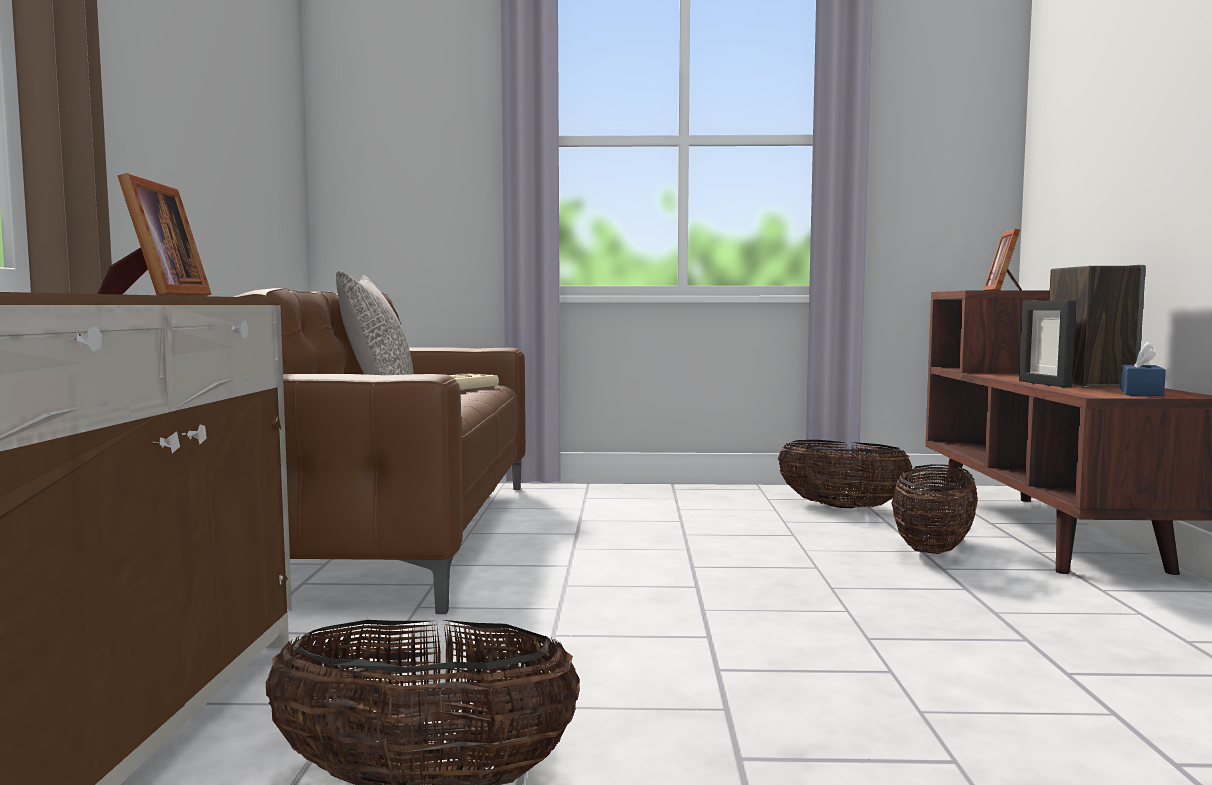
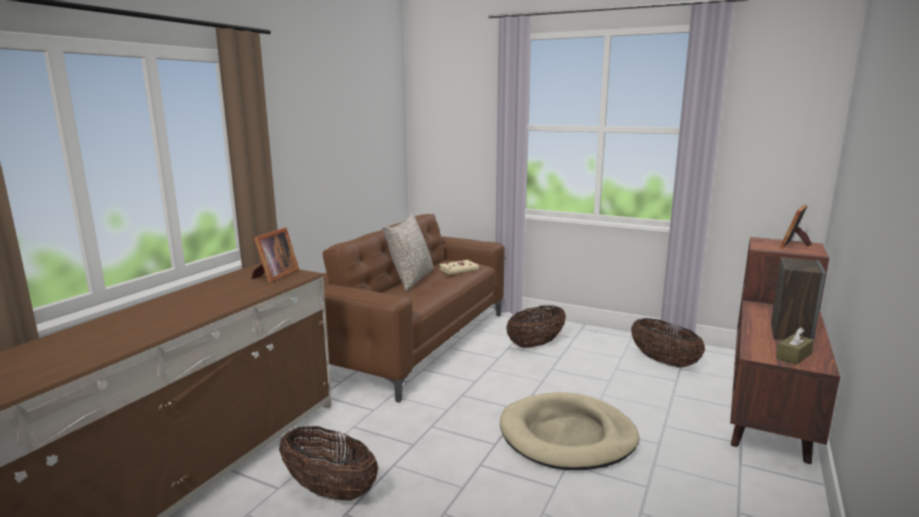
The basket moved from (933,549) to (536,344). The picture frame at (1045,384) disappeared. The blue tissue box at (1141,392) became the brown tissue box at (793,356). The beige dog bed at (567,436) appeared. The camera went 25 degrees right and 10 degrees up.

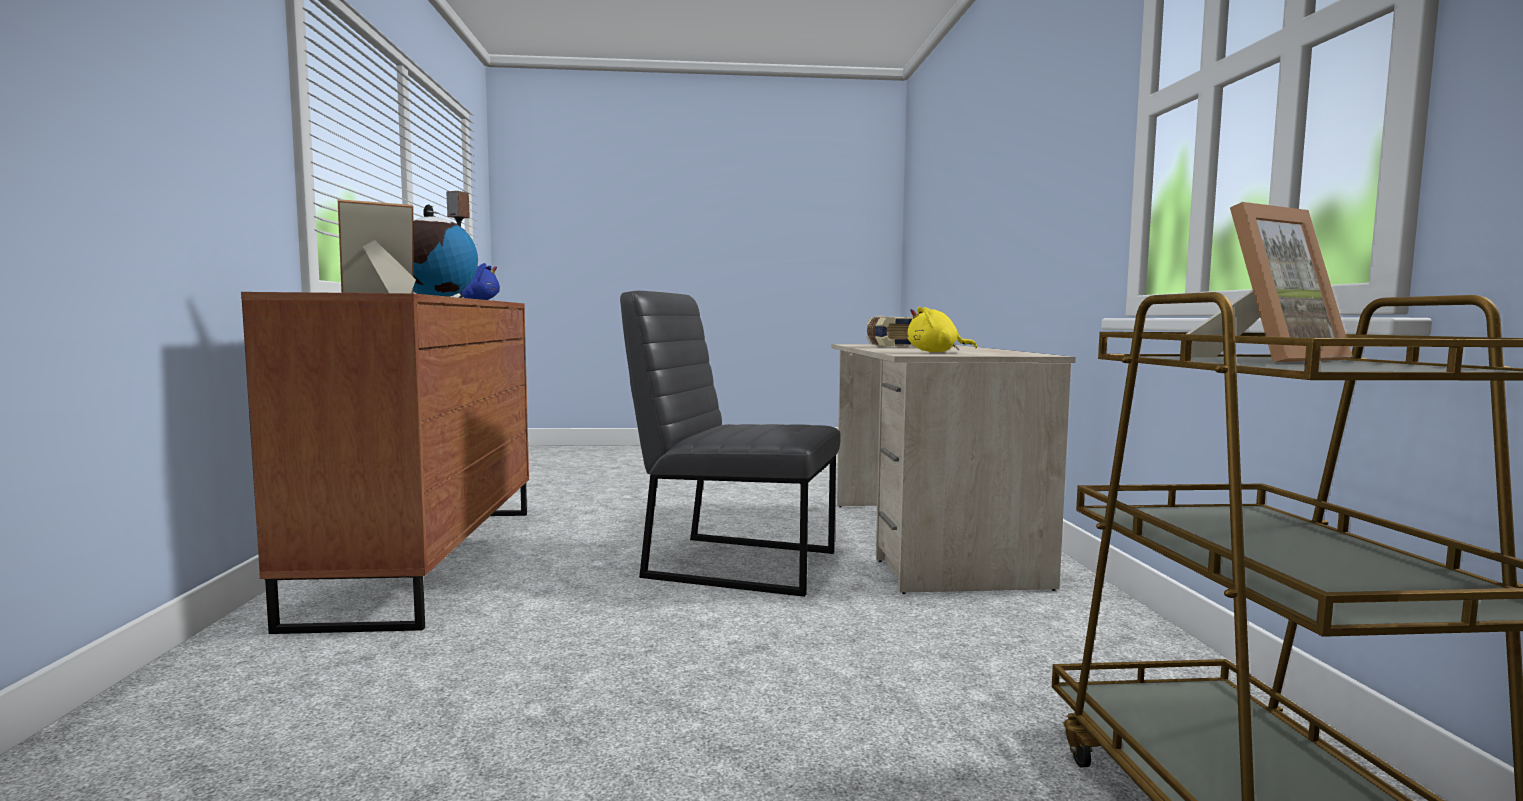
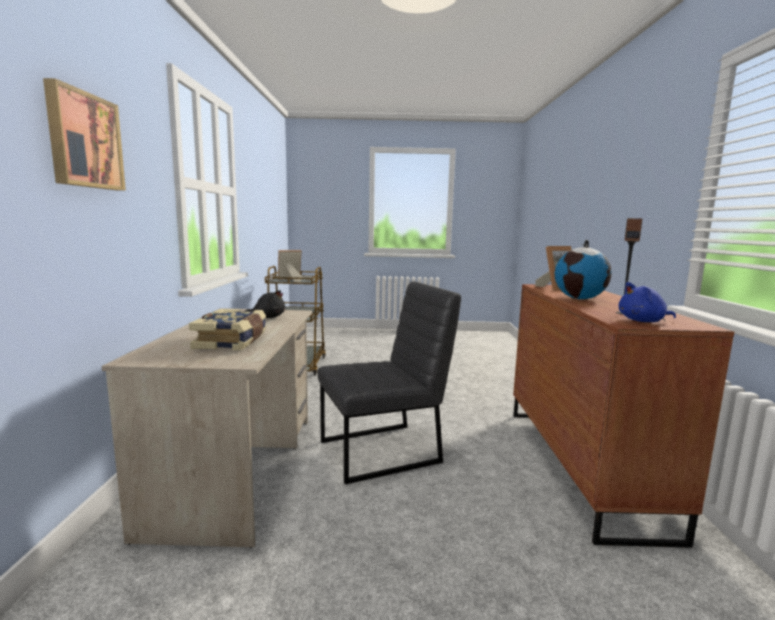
The grey chair at (736,563) turned 45 degrees counterclockwise. The yellow plush toy at (936,352) became the black plush toy at (268,317). The picture at (83,140) appeared. The camera went 175 degrees left and 5 degrees up.

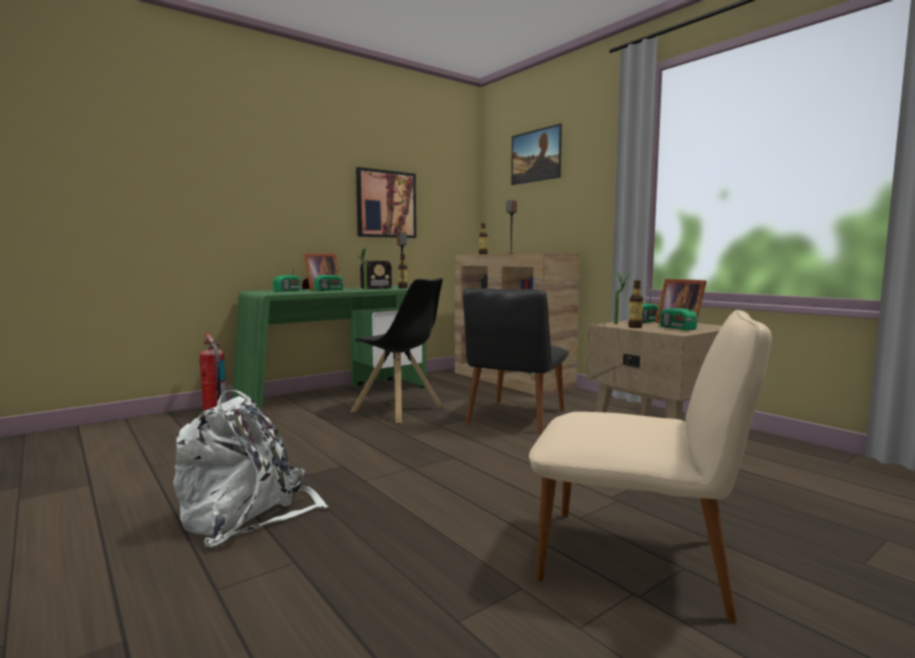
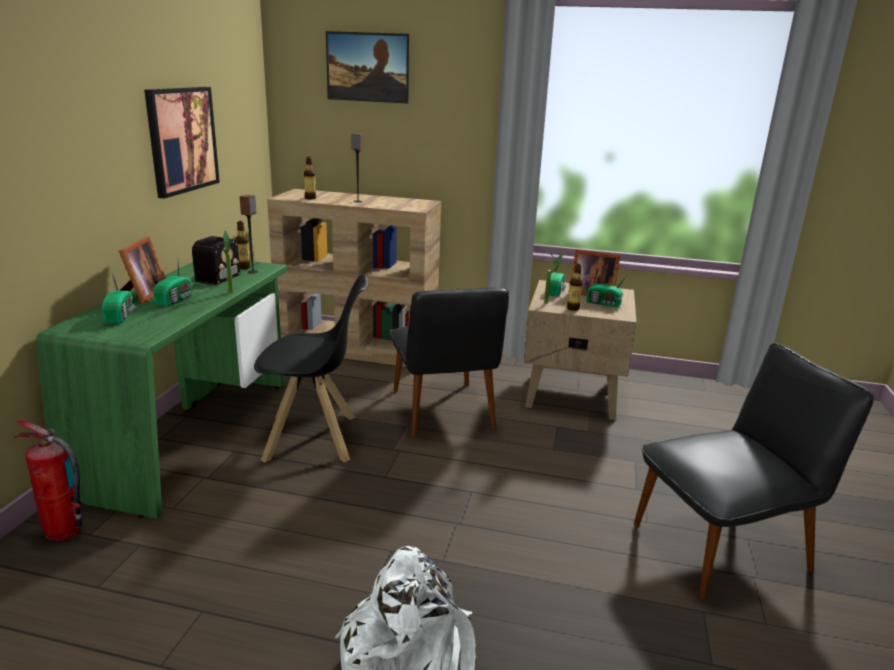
The beige chair at (634,559) became the black chair at (720,546). The camera went 40 degrees left and 15 degrees up.

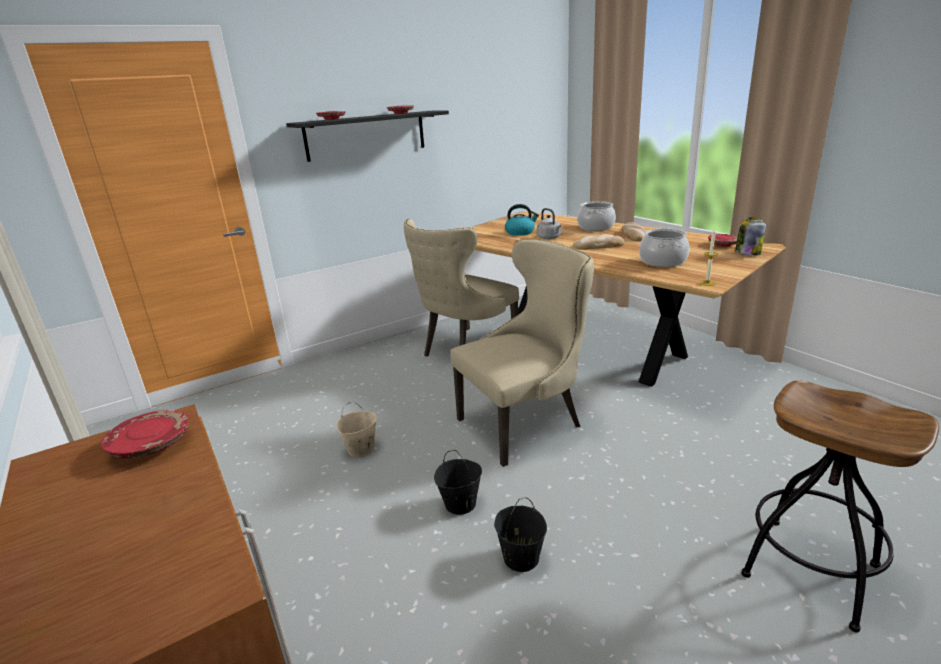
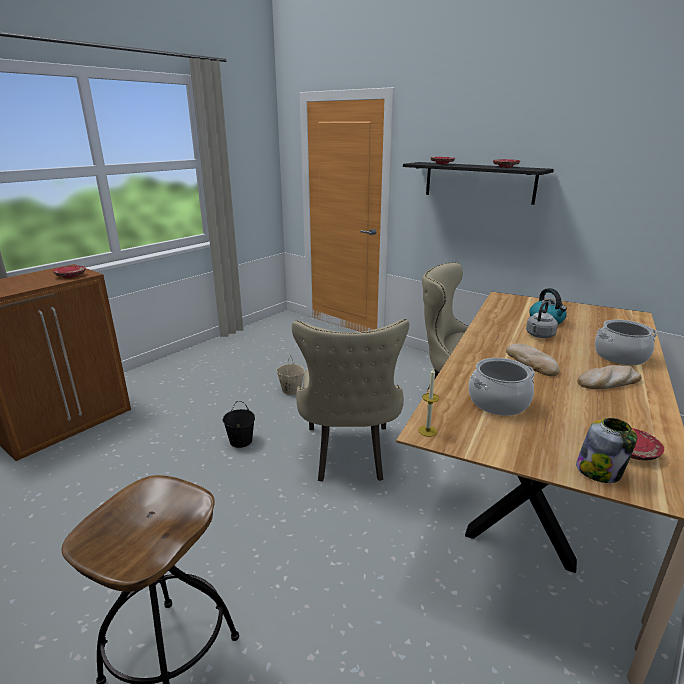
The beige chair at (525,424) turned 45 degrees clockwise. The black bucket at (520,557) disappeared. The camera went 70 degrees right and 0 degrees up.

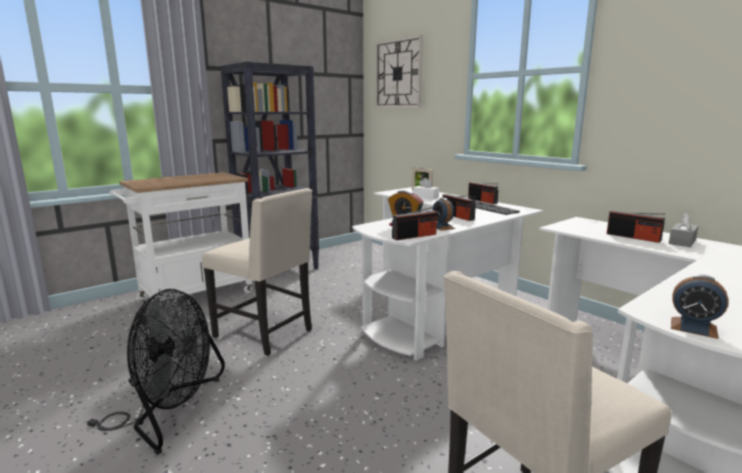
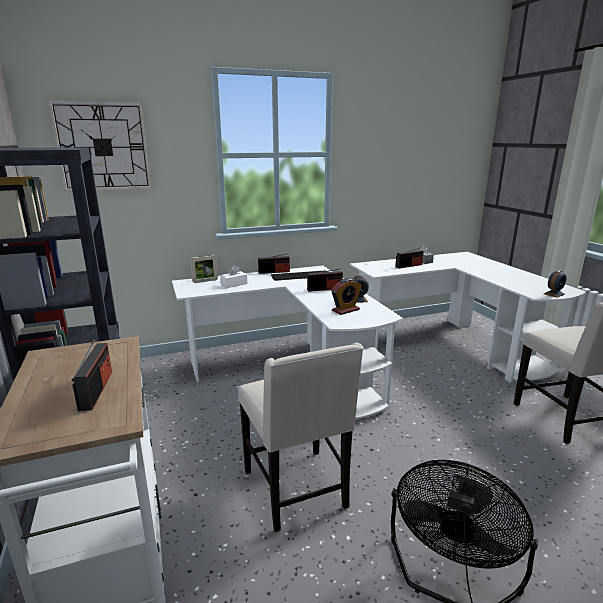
The beige chair at (266,333) turned 105 degrees clockwise. The radio moved from (414,236) to (96,390). The camera went 70 degrees left and 5 degrees up.

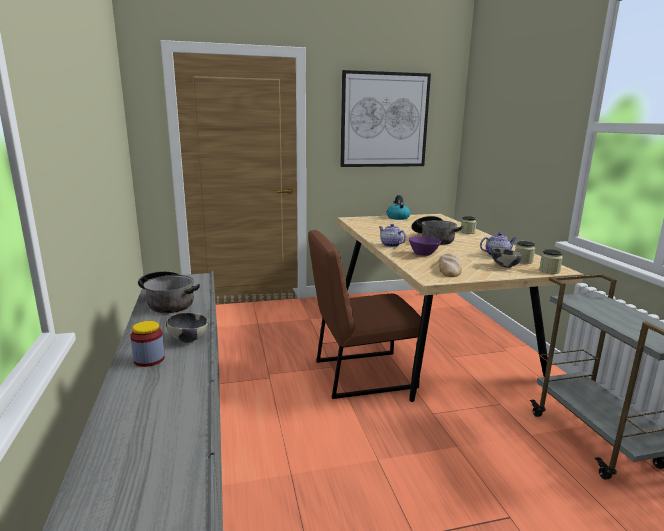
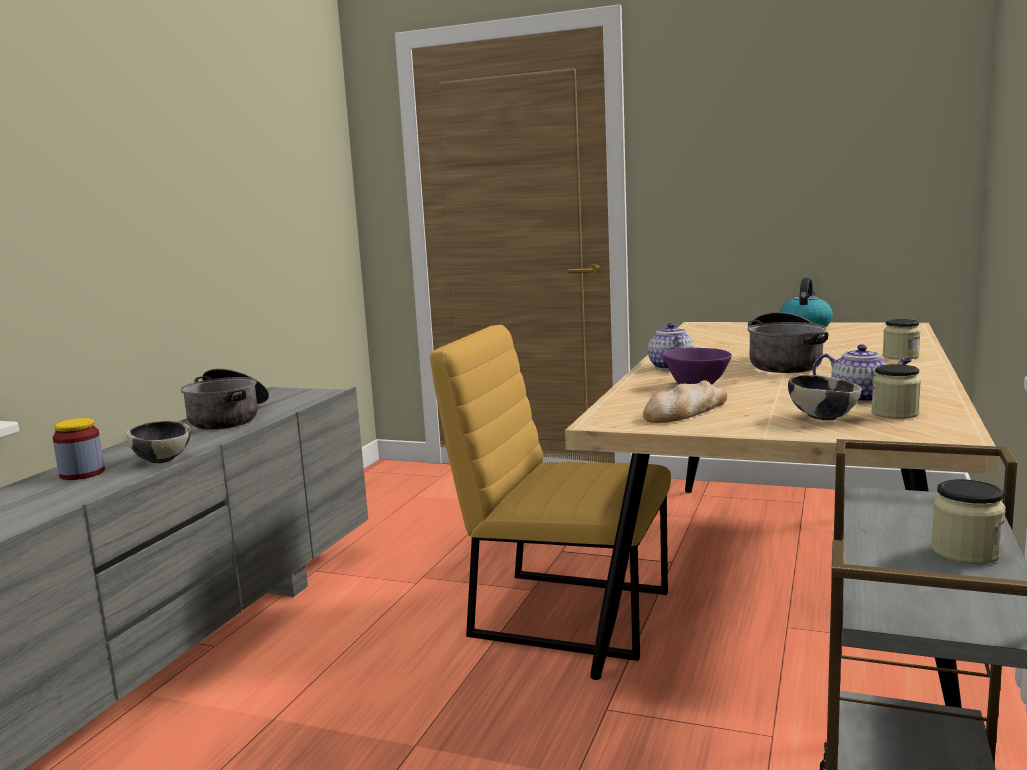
The brown chair at (361,374) became the yellow chair at (564,612). The picture at (384,120) disappeared. The jar moved from (549,271) to (966,552). The camera went 35 degrees right and 5 degrees down.

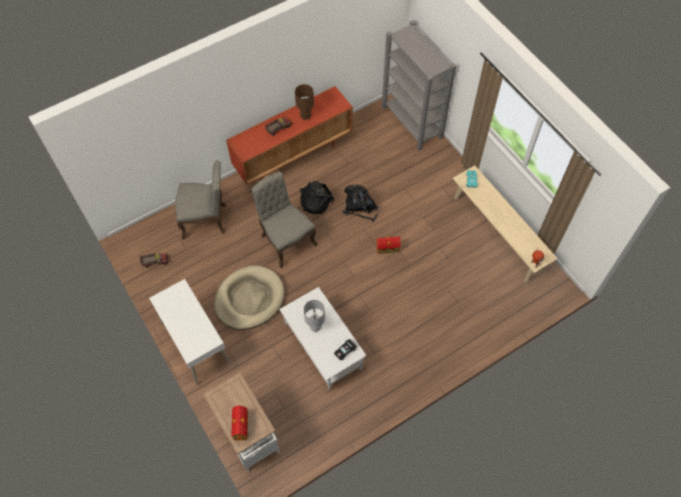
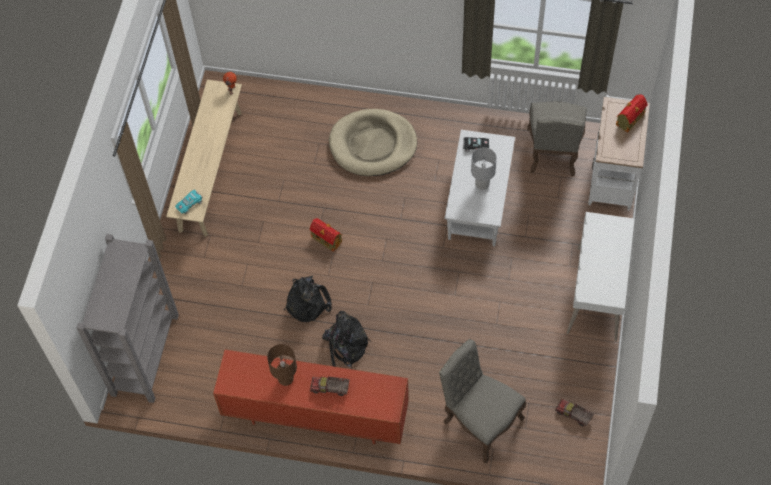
The beige dog bed moved from (249,299) to (373,145). The grey chair moved from (286,240) to (553,153). The camera went 135 degrees left and 0 degrees up.

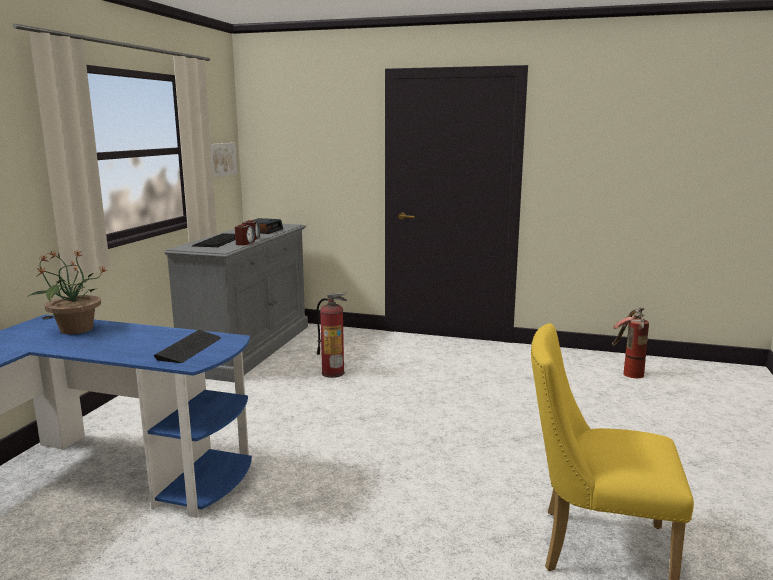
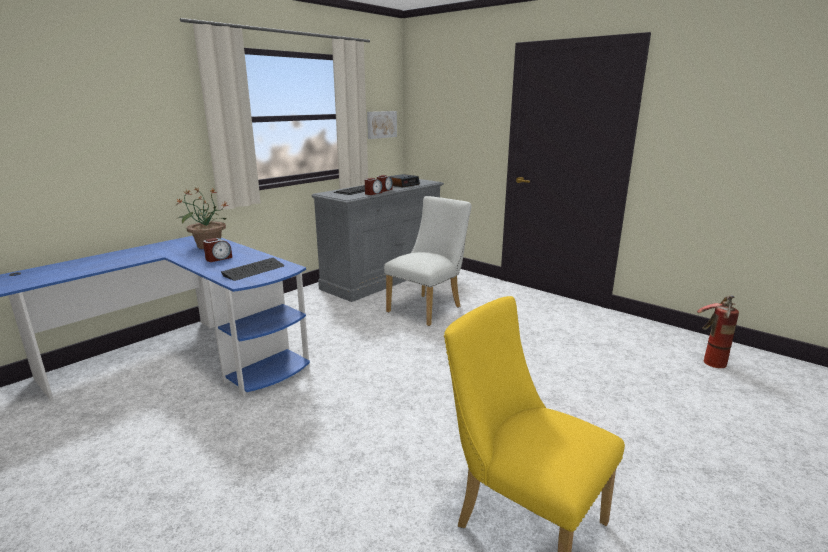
The fire extinguisher at (333,373) was replaced by the white chair at (428,308). The alarm clock at (218,258) appeared. The camera went 25 degrees right and 5 degrees up.

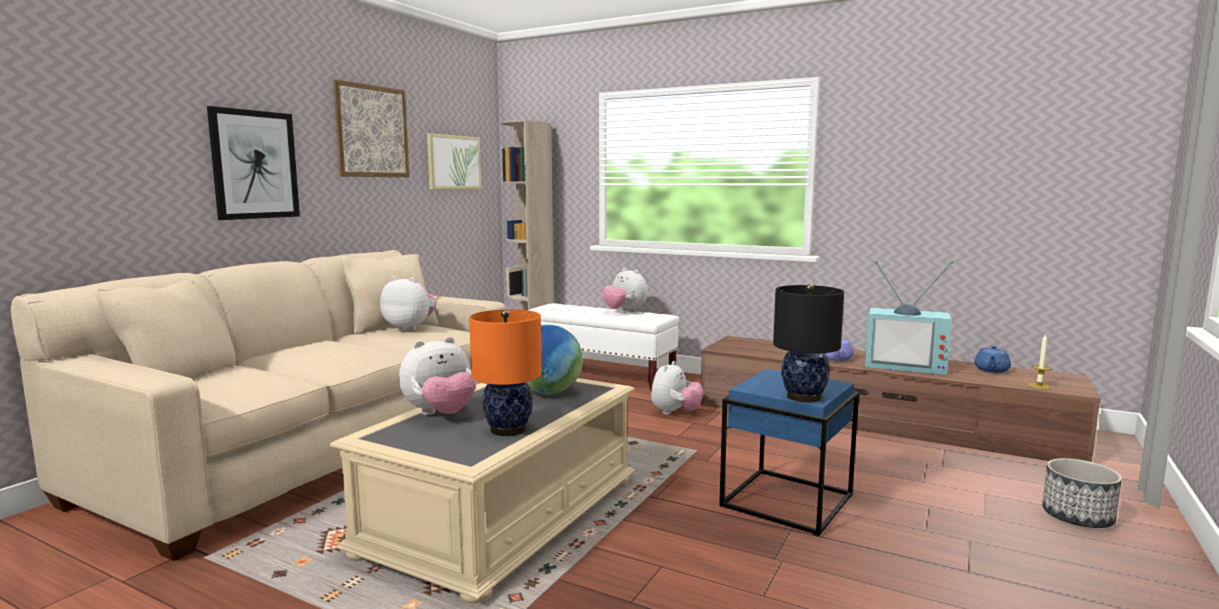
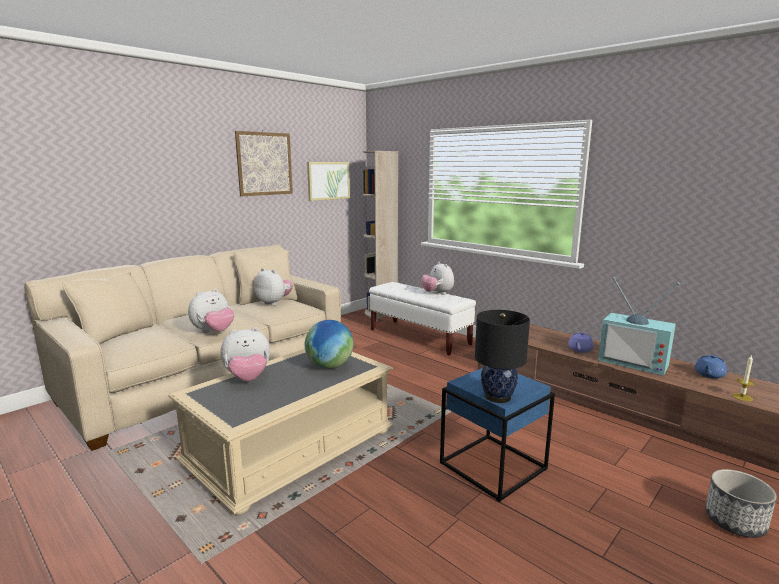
The picture at (254,165) disappeared. The orange table lamp at (508,429) disappeared. The plush toy moved from (675,412) to (214,332). The camera went 15 degrees right and 5 degrees up.

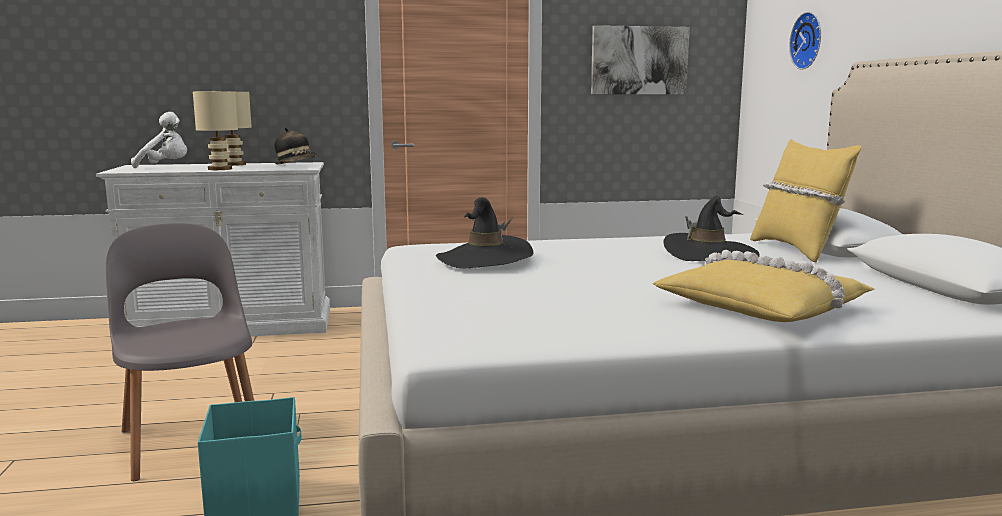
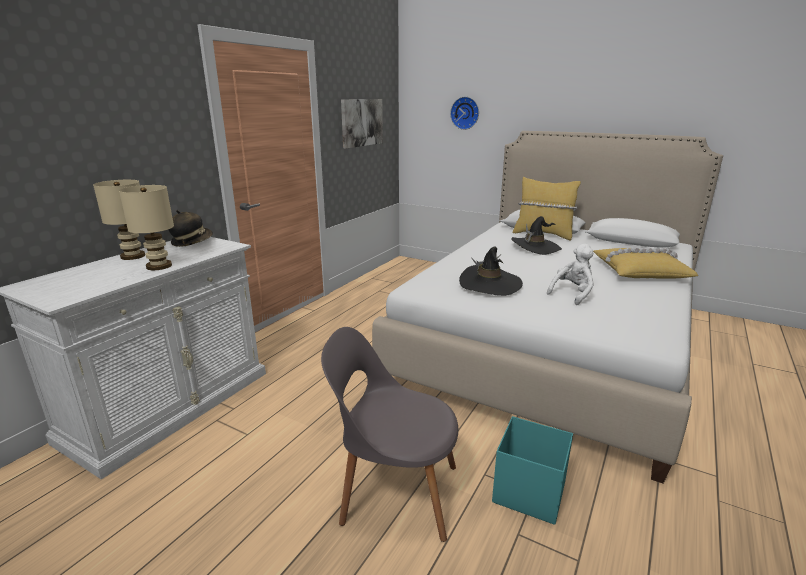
The white plush toy moved from (166,166) to (572,294). The camera went 50 degrees left and 10 degrees up.

